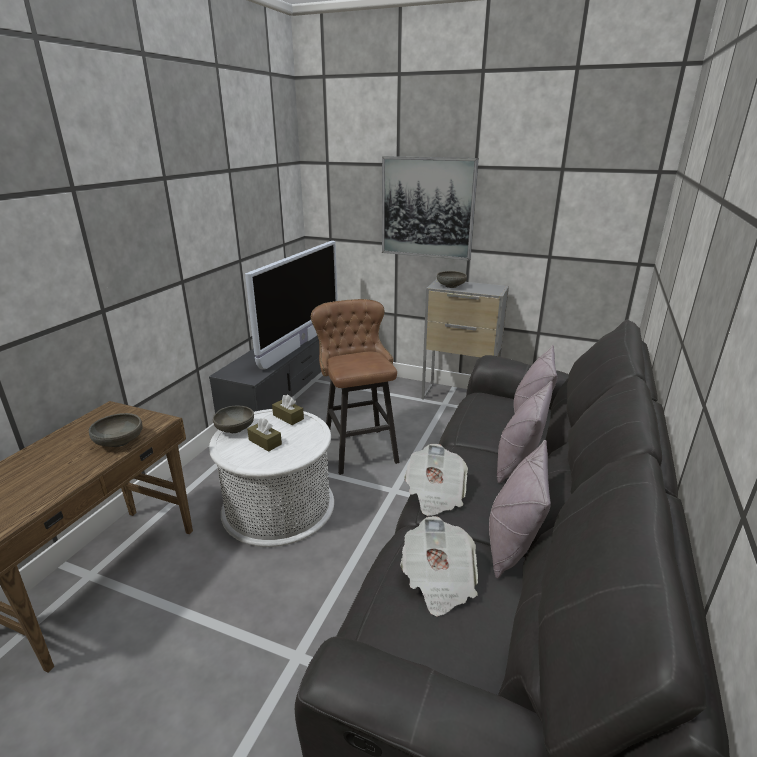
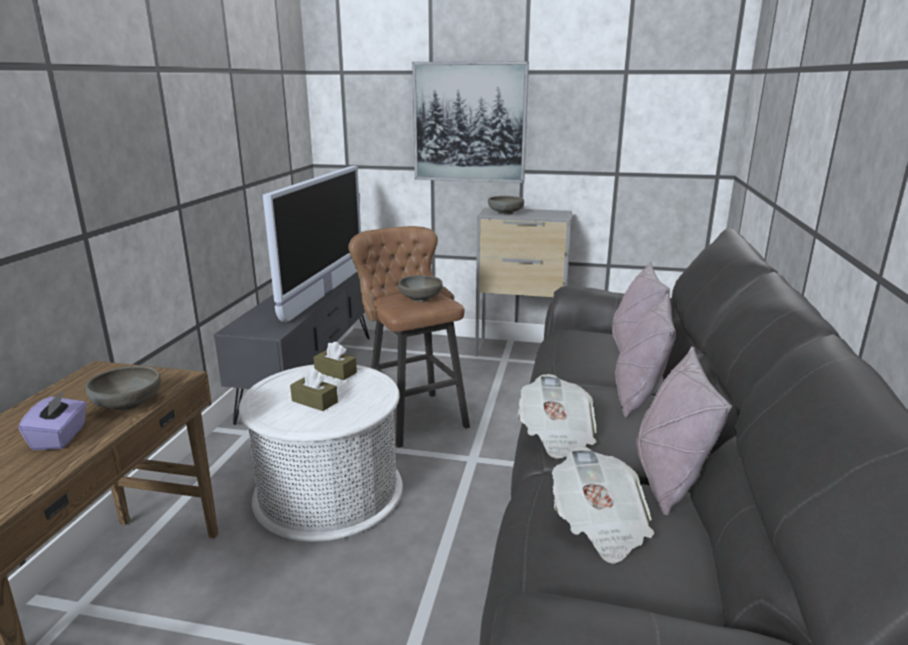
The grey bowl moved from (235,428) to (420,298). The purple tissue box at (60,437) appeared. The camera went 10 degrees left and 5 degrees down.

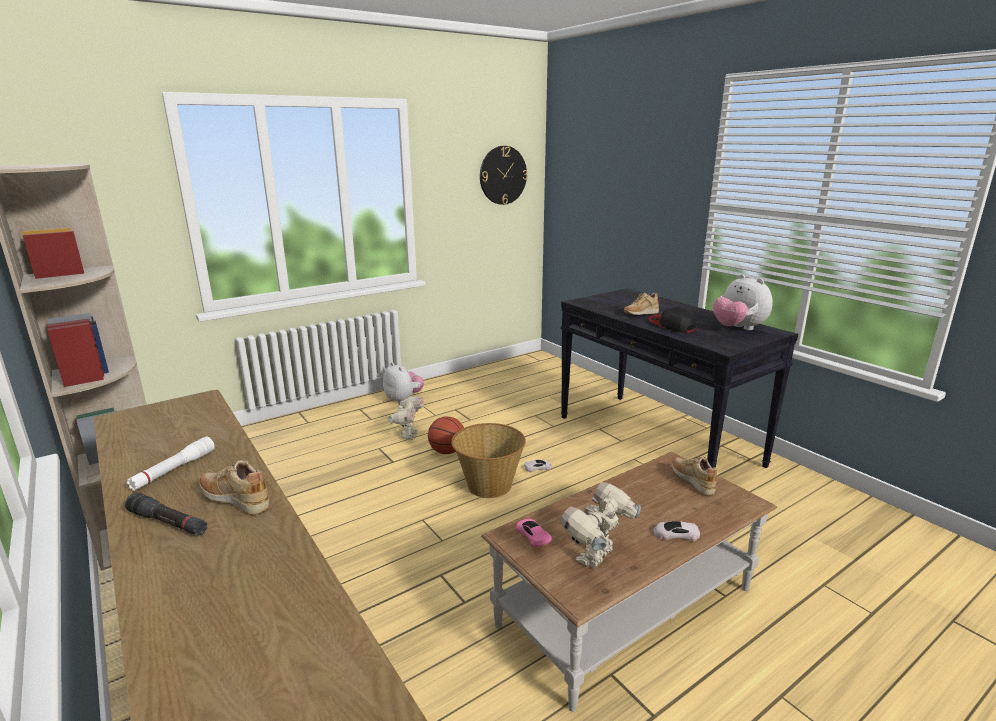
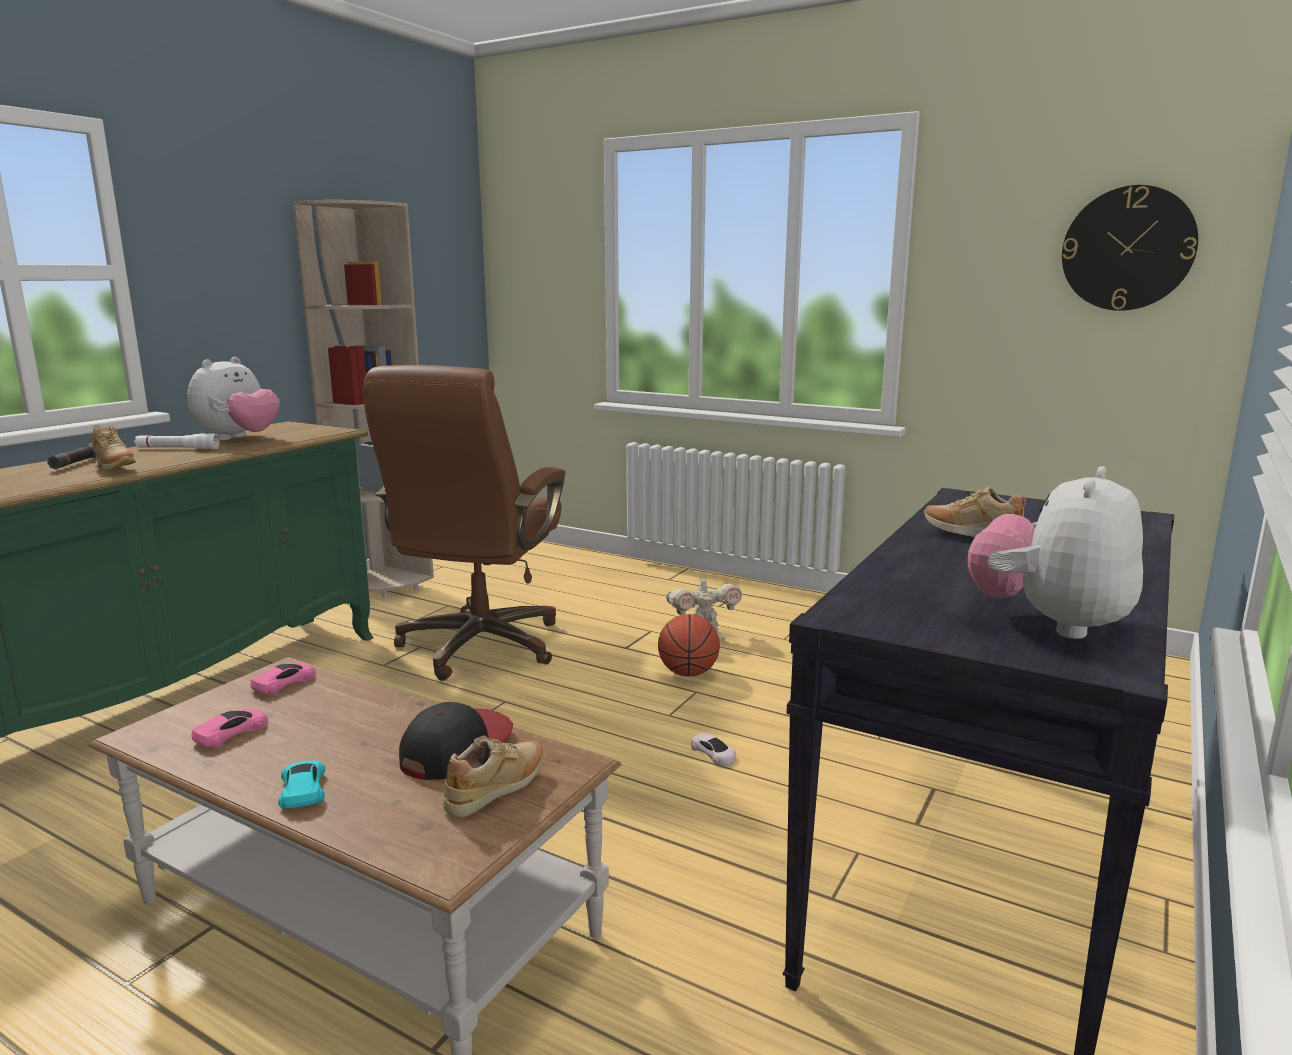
The beige shoe at (236,500) turned 135 degrees clockwise. The plush toy moved from (403,399) to (238,439). The basket at (489,485) disappeared. The toy robot at (597,558) was replaced by the pink toy car at (232,733). The cap moved from (671,326) to (456,748). The white toy car at (676,534) became the turquoise toy car at (303,789). The brown office chair at (482,643) appeared. The camera went 65 degrees right and 5 degrees down.

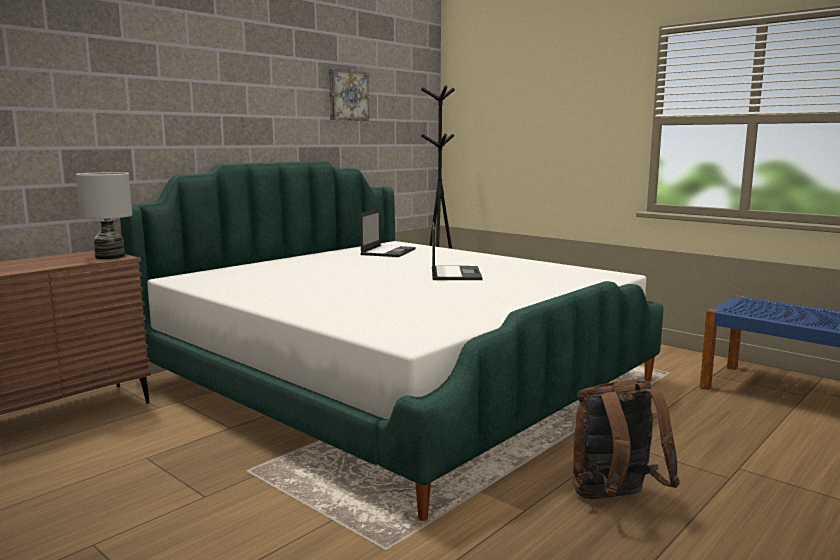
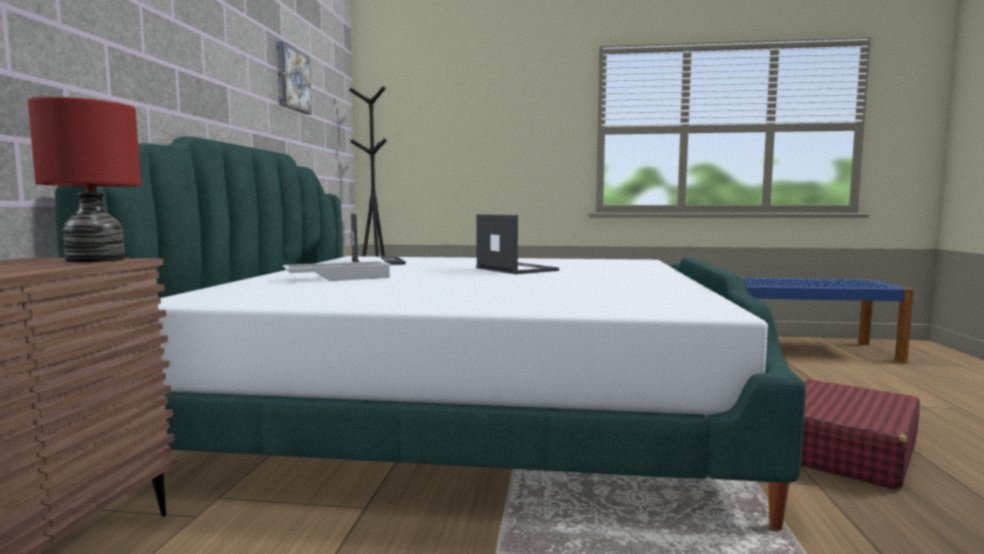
The grey table lamp at (110,256) became the red table lamp at (95,260). The brown backpack at (615,499) was replaced by the red suitcase at (845,451). The white tray at (338,278) appeared. The camera went 35 degrees left and 5 degrees down.

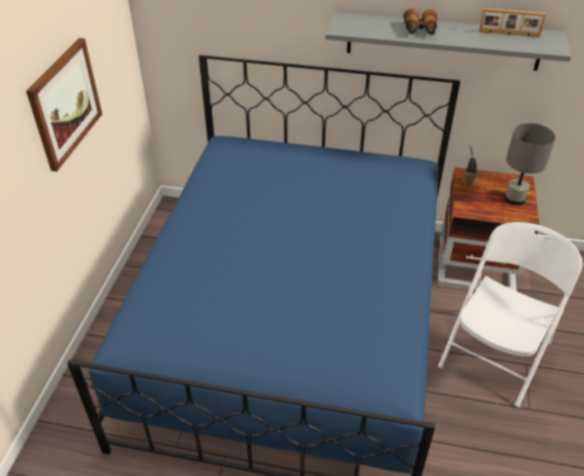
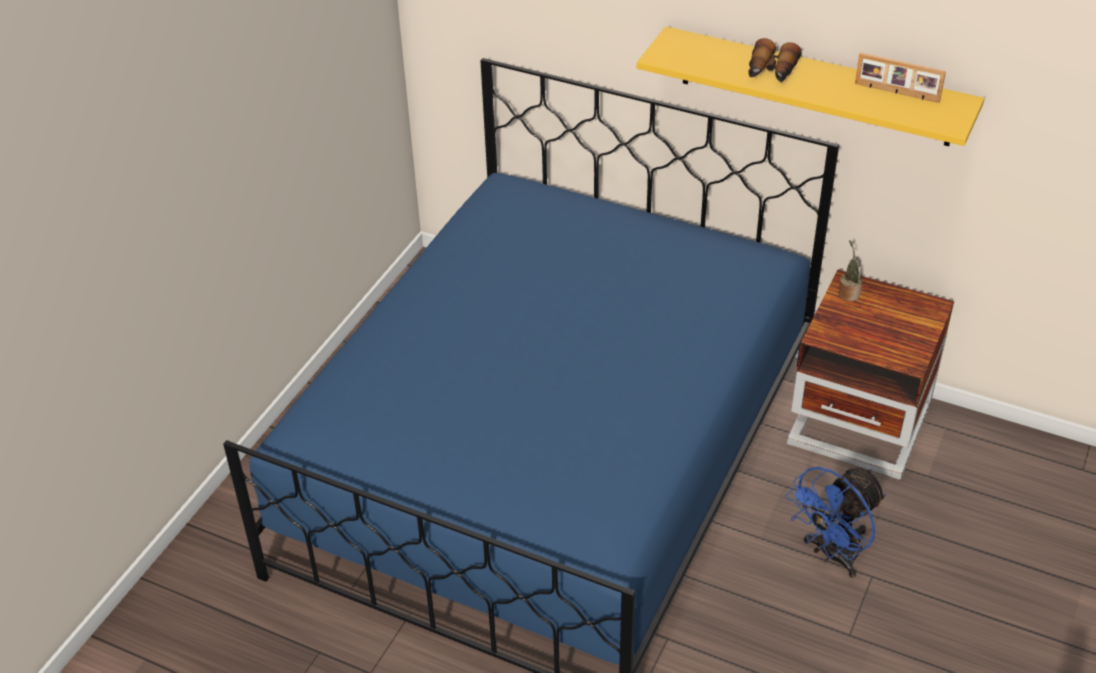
The picture at (65,103) disappeared. The grey shelf at (443,41) became the yellow shelf at (815,86). The white chair at (495,354) was replaced by the blue fan at (832,555). The grey table lamp at (515,198) disappeared. The camera went 15 degrees right and 0 degrees up.

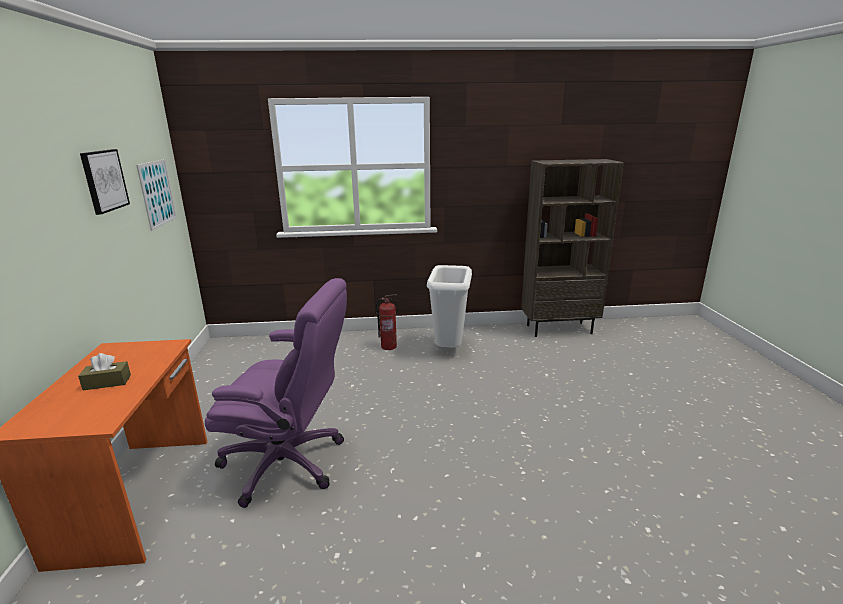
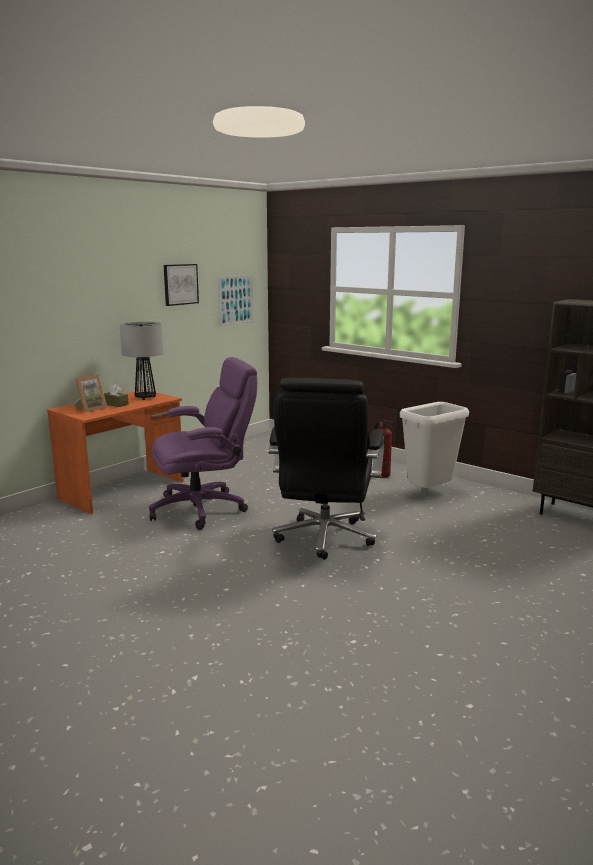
The purple office chair at (291,464) turned 75 degrees counterclockwise. The picture frame at (91,409) appeared. The table lamp at (145,398) appeared. The black office chair at (324,540) appeared. The camera went 45 degrees right and 5 degrees down.

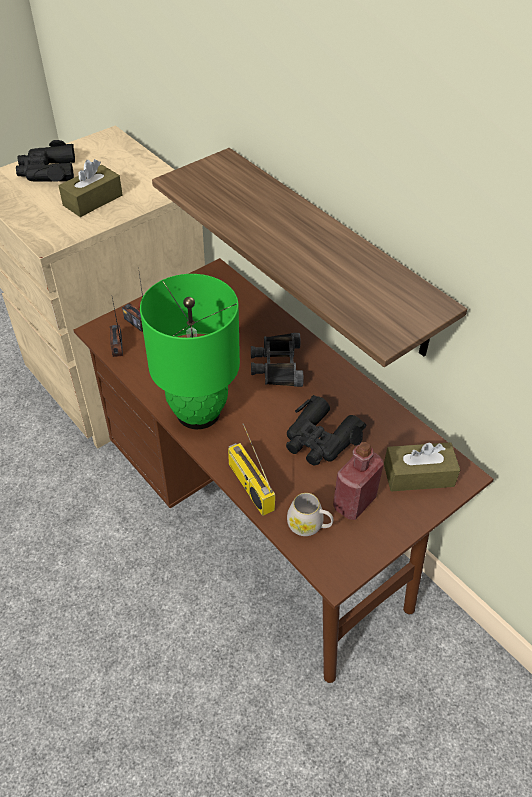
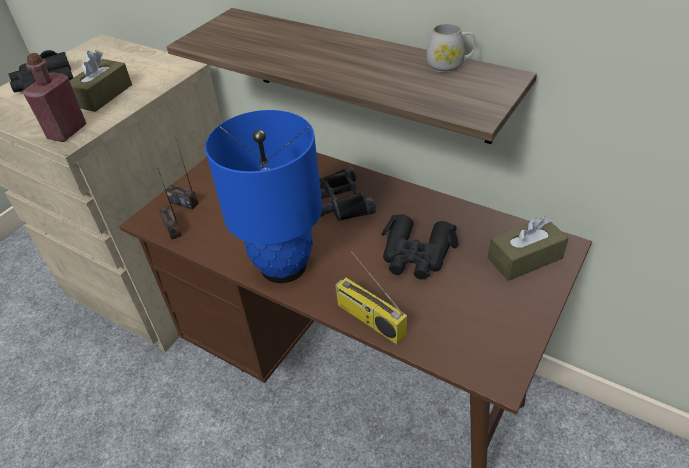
The green table lamp at (198,413) became the blue table lamp at (284,266). The white mug moved from (309,525) to (449,65). The red bottle moved from (354,502) to (67,131). The camera went 15 degrees left and 5 degrees down.

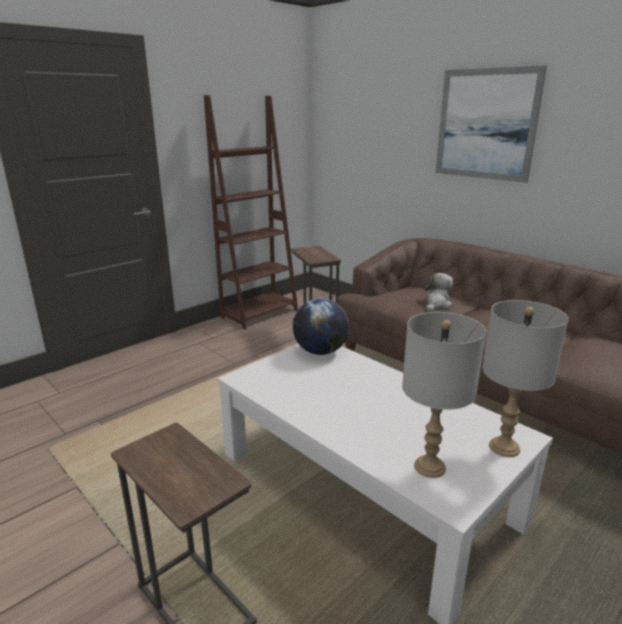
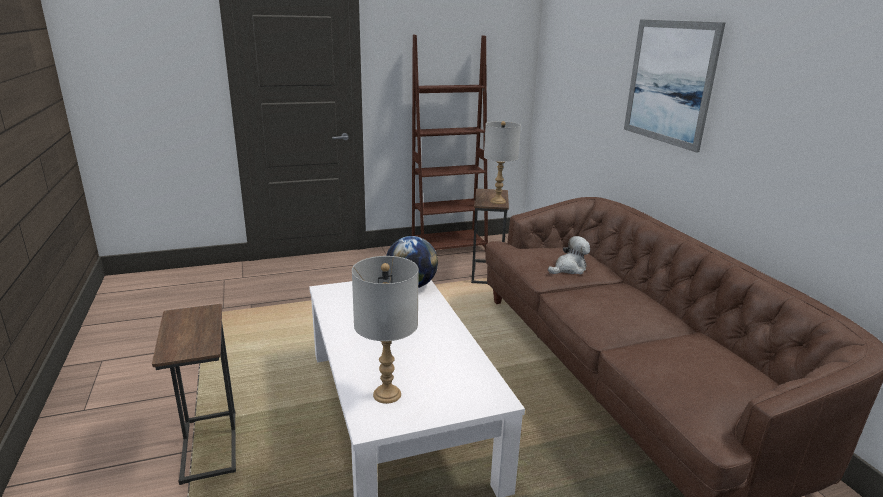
The grey table lamp moved from (505,447) to (498,201). The camera went 25 degrees right and 0 degrees up.

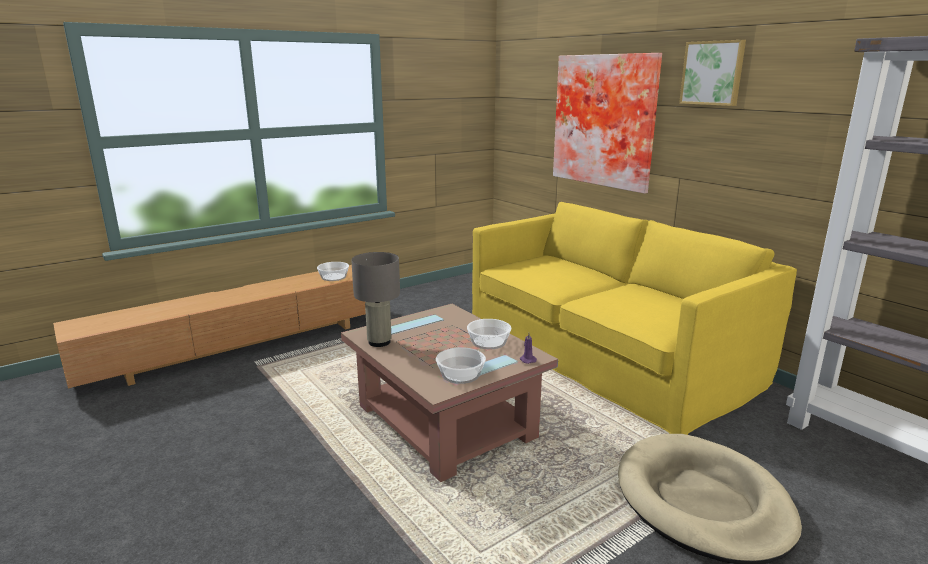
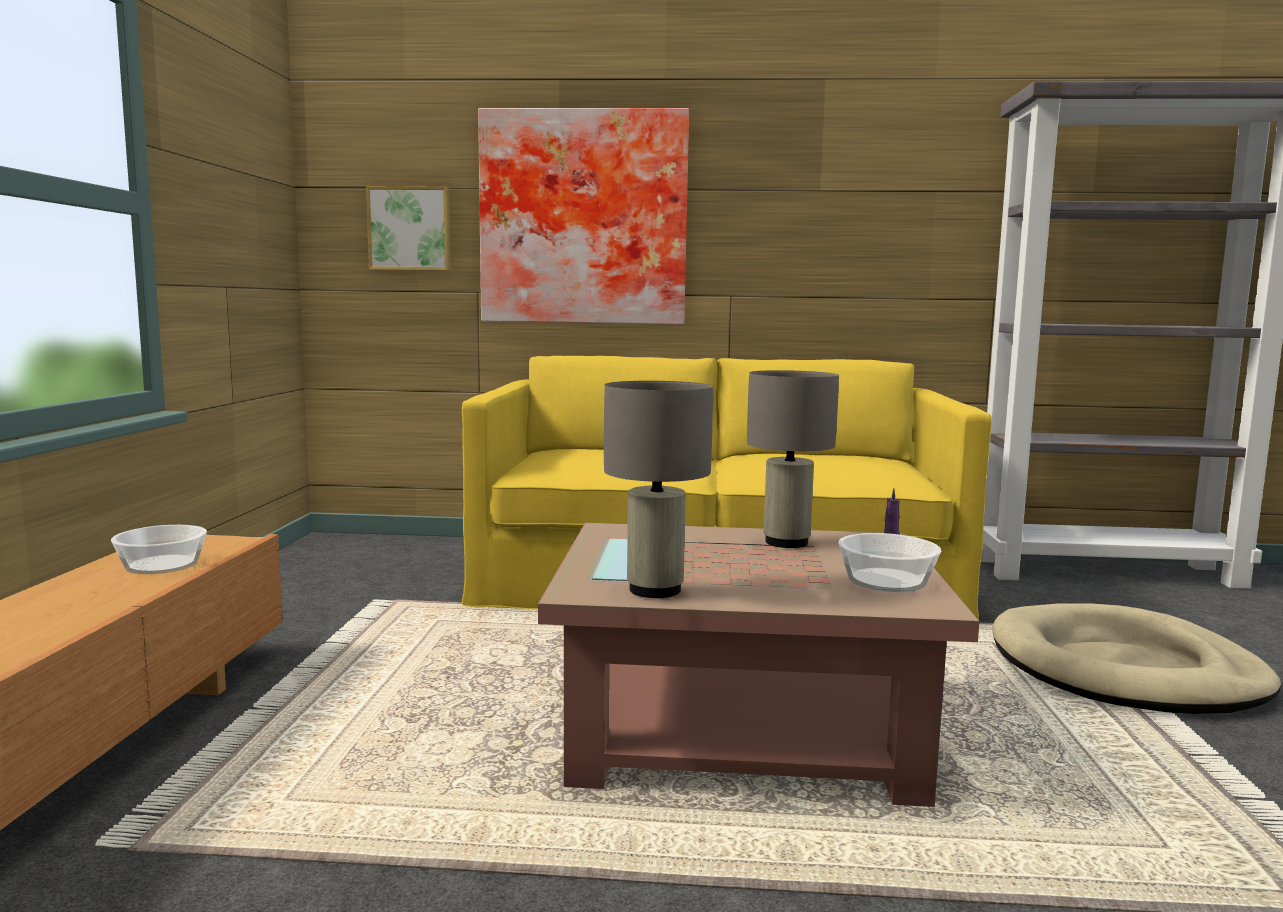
The bowl at (488,342) was replaced by the grey table lamp at (786,543). The picture moved from (713,73) to (410,229). The camera went 50 degrees left and 10 degrees down.

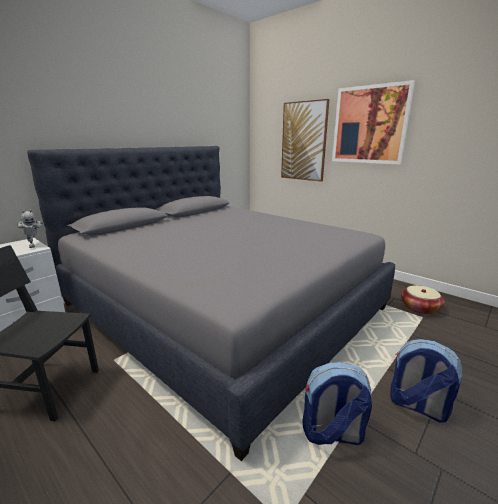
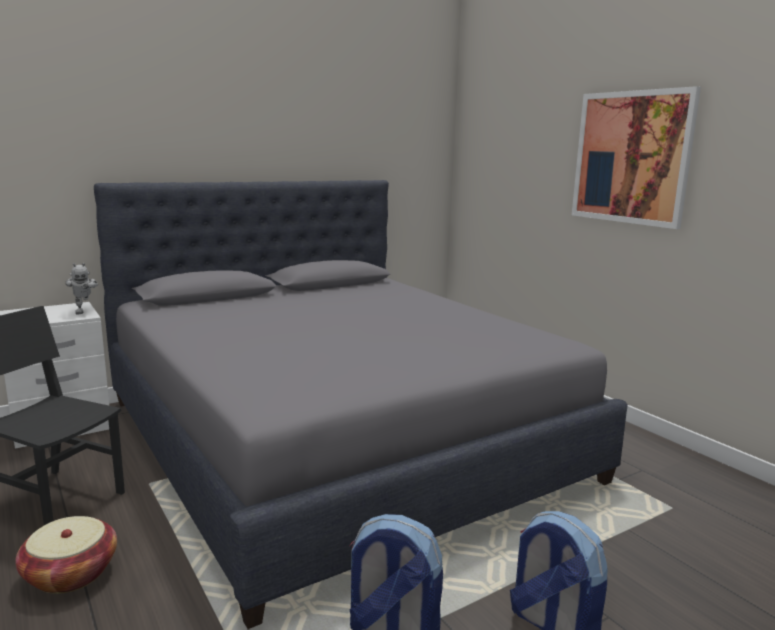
The picture at (304,141) disappeared. The basket moved from (419,308) to (70,573). The camera went 15 degrees right and 5 degrees down.

